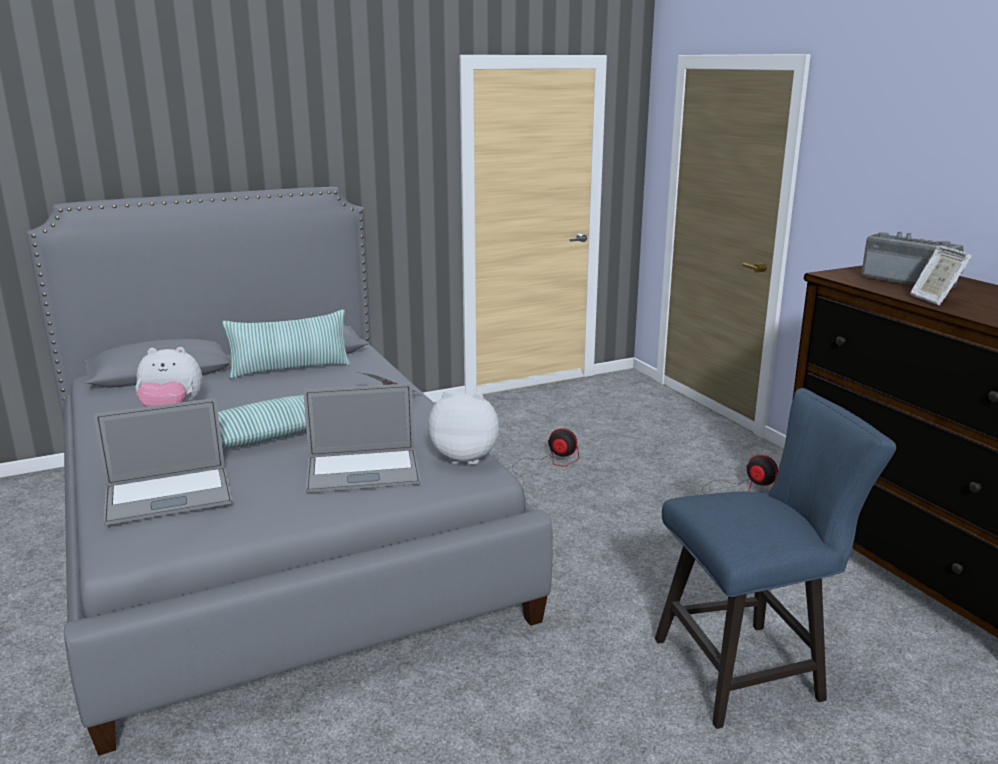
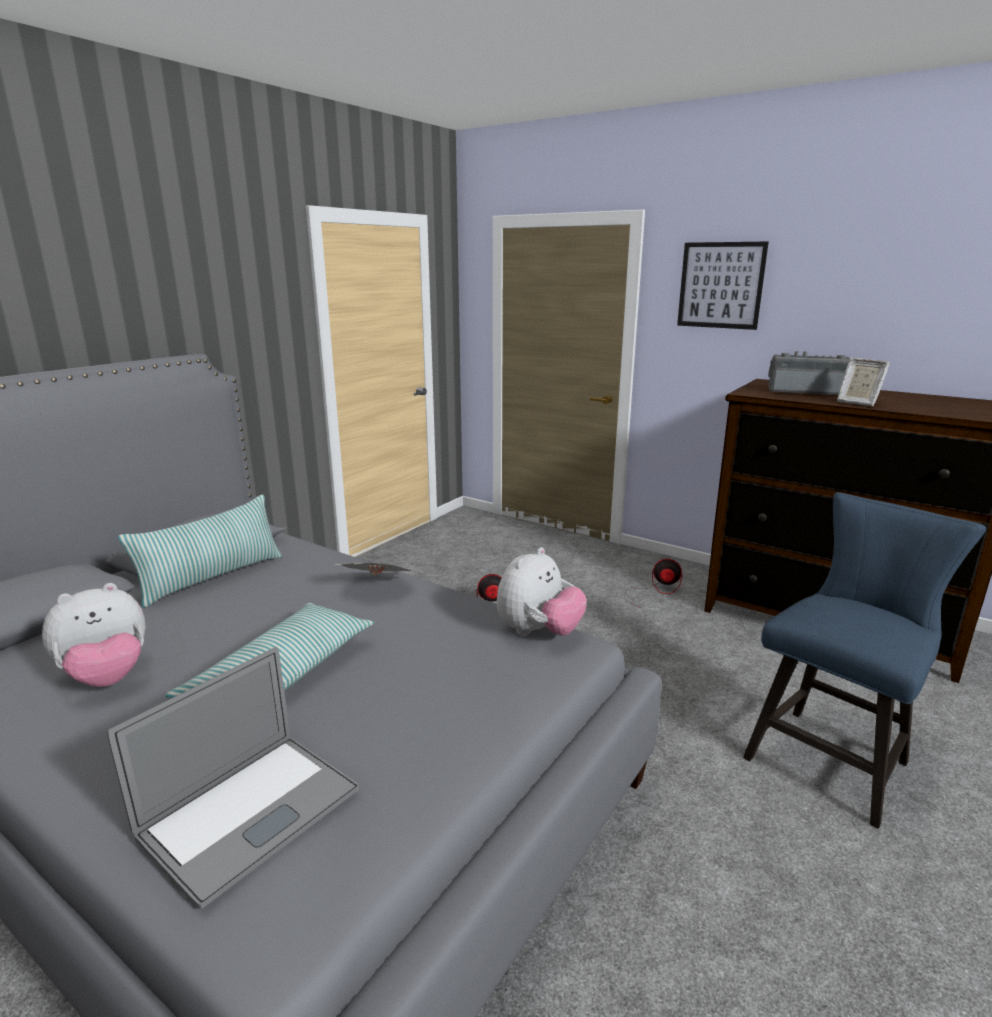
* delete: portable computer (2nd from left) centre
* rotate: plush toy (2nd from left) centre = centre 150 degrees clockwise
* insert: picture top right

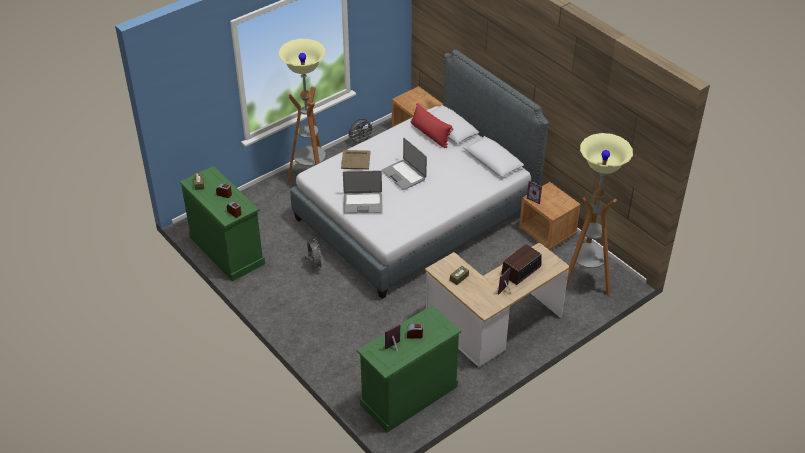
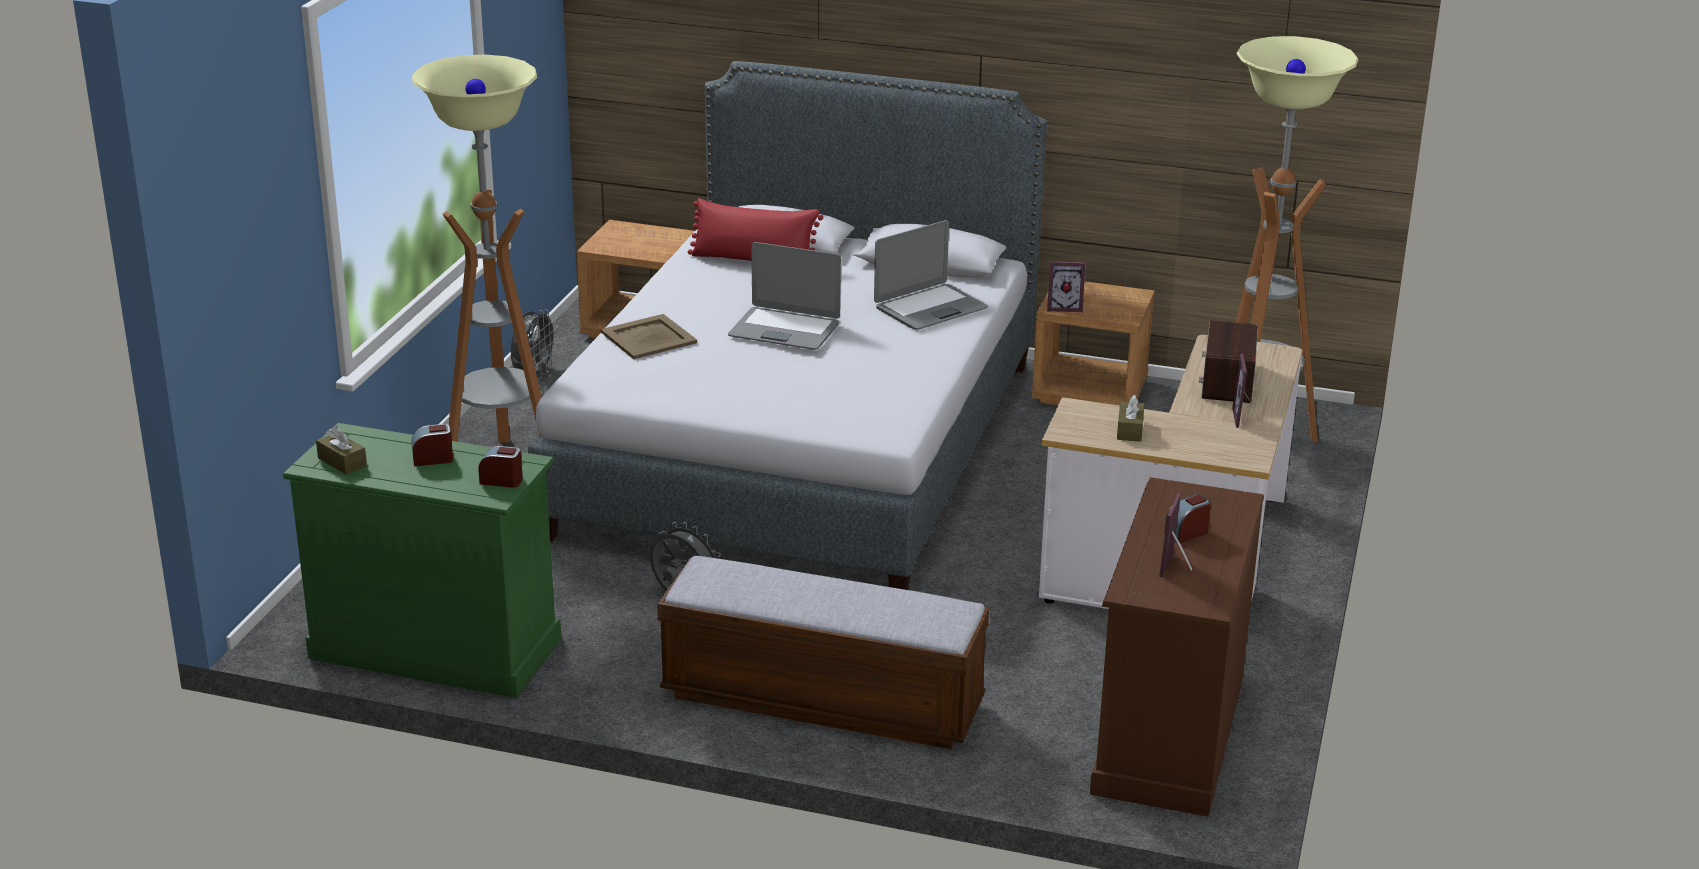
* move: portable computer (1st from left in the first image) centre to portable computer (2nd from left) top centre
* recolor: chest of drawers (green-coloured) (2nd from left) bottom centre to chest of drawers (brownish) bottom right
* insert: long seat bottom centre

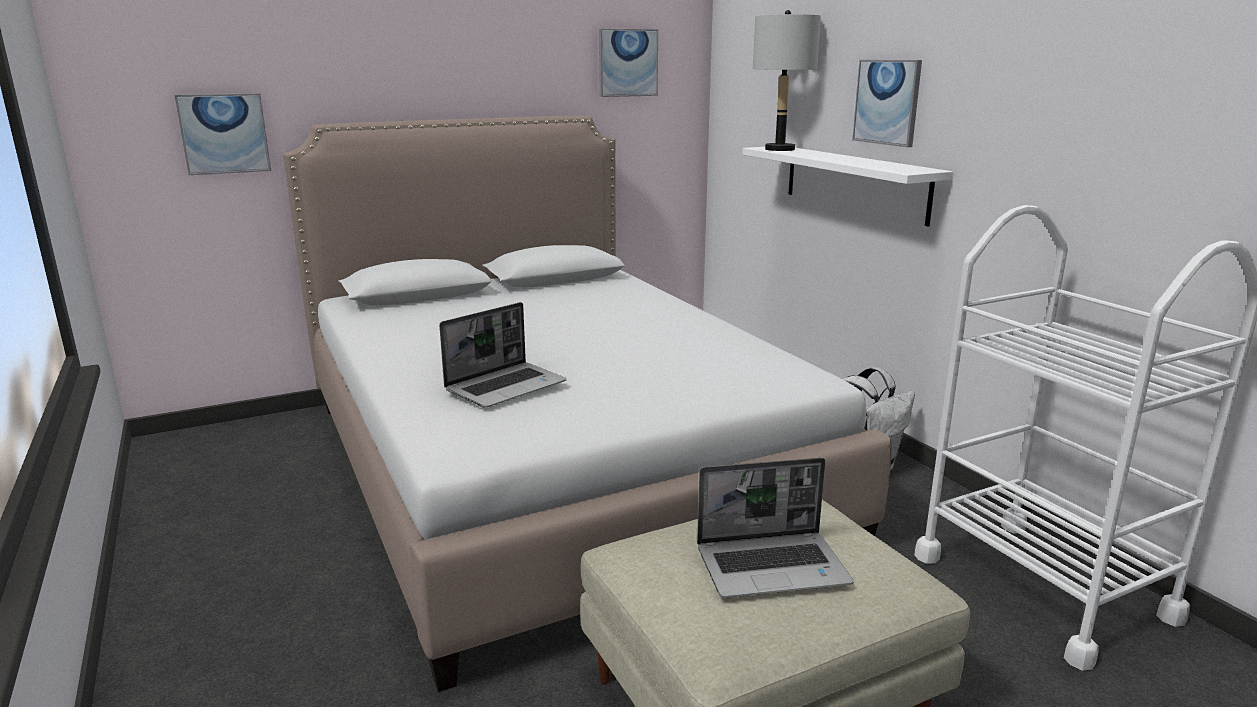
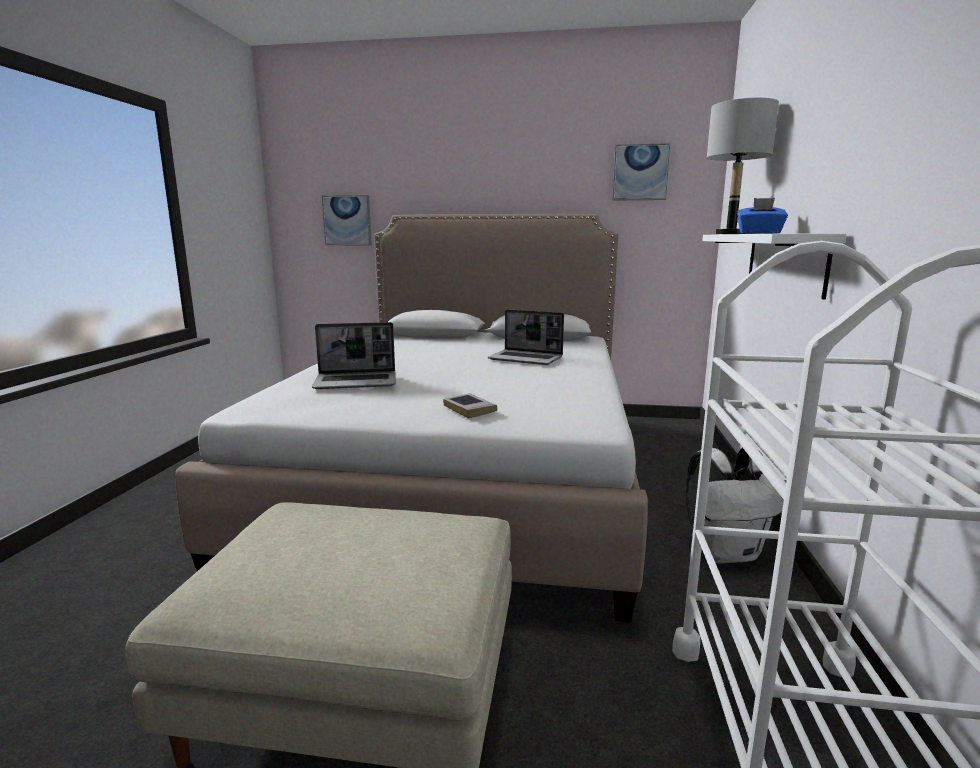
* move: portable computer (2nd from left) bottom centre to centre
* delete: picture (3rd from left) top right
* insert: bound book centre
* insert: box of tissues (bluish) top right

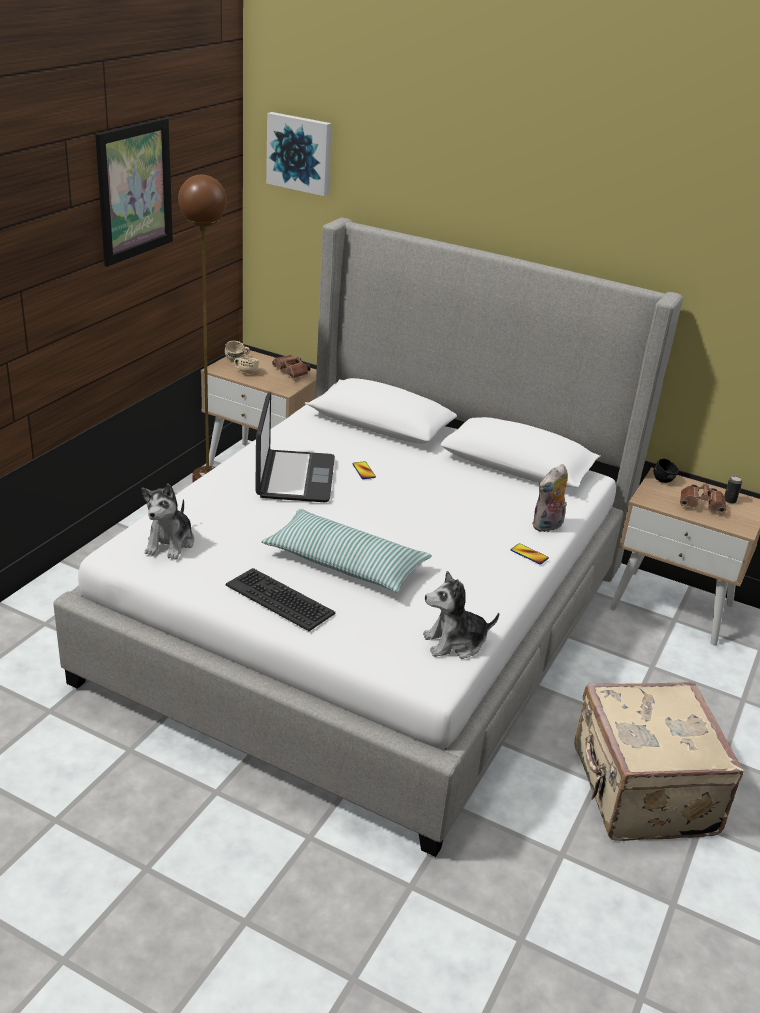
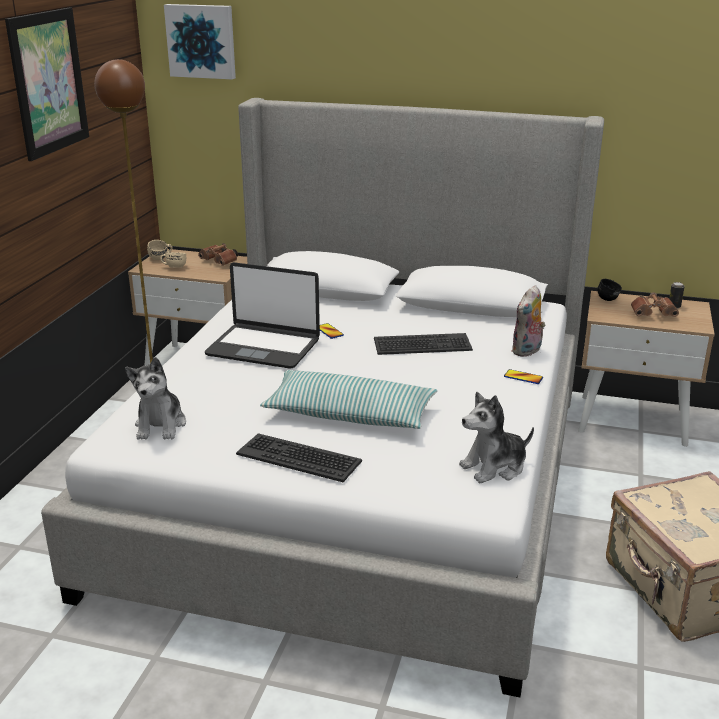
* rotate: portable computer centre = centre 120 degrees clockwise
* insert: computer keyboard (2nd from left) centre

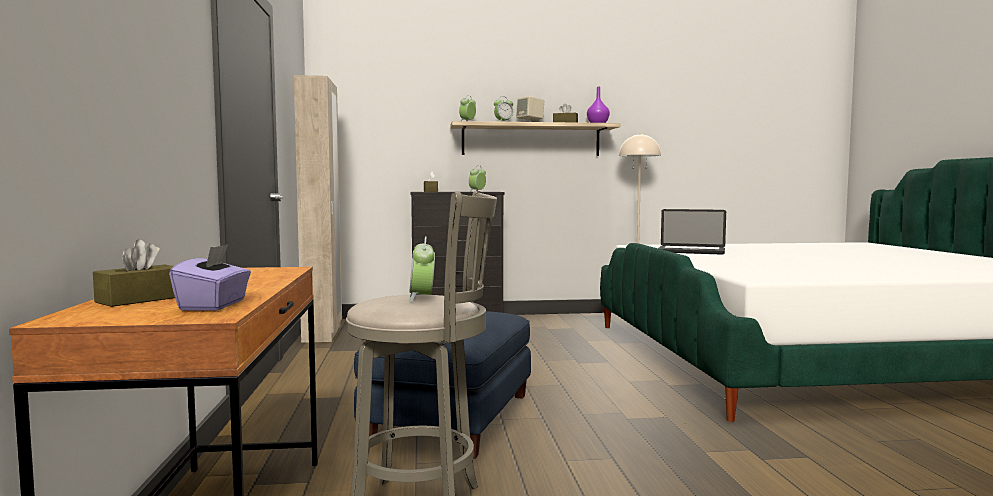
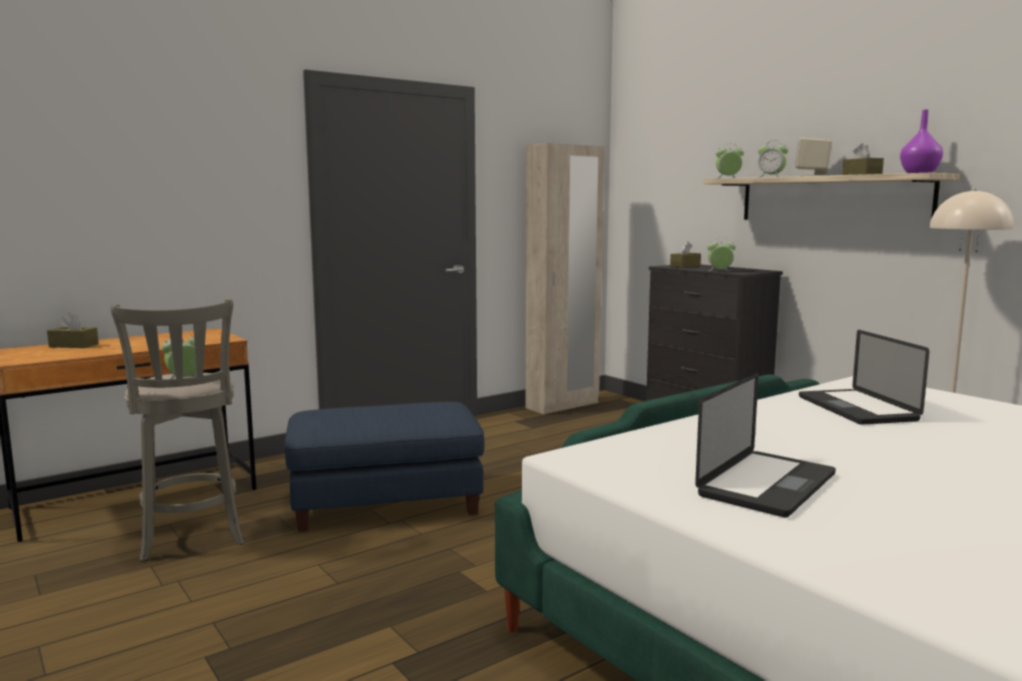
* delete: box of tissues (purple-coloured) middle left
* insert: portable computer (1st from left) middle right

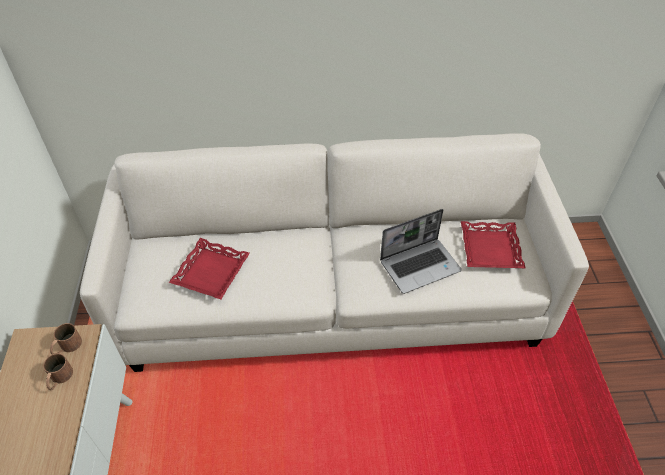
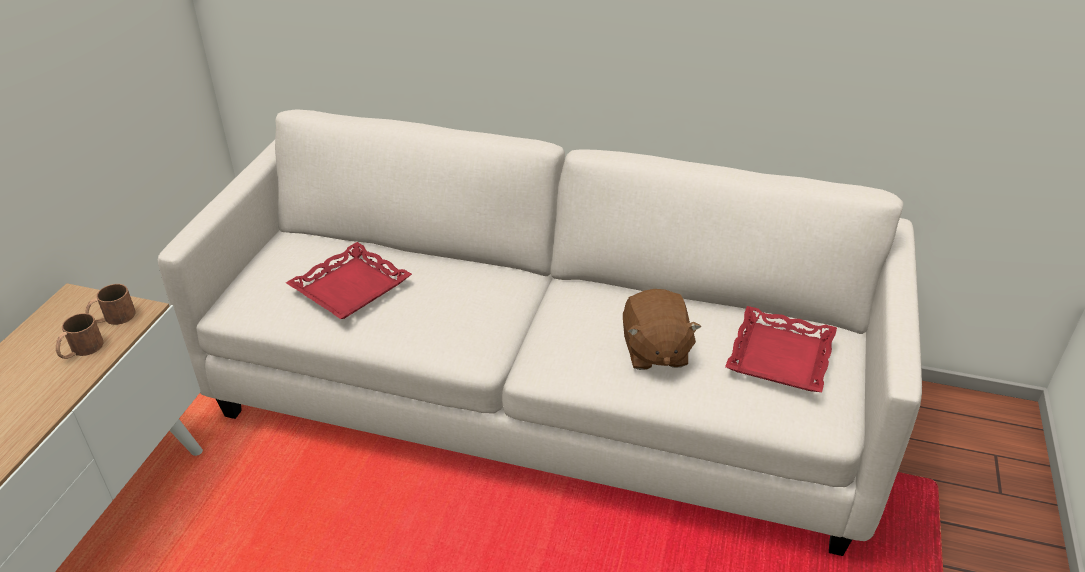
* replace: portable computer centre to plush toy (brownish) centre

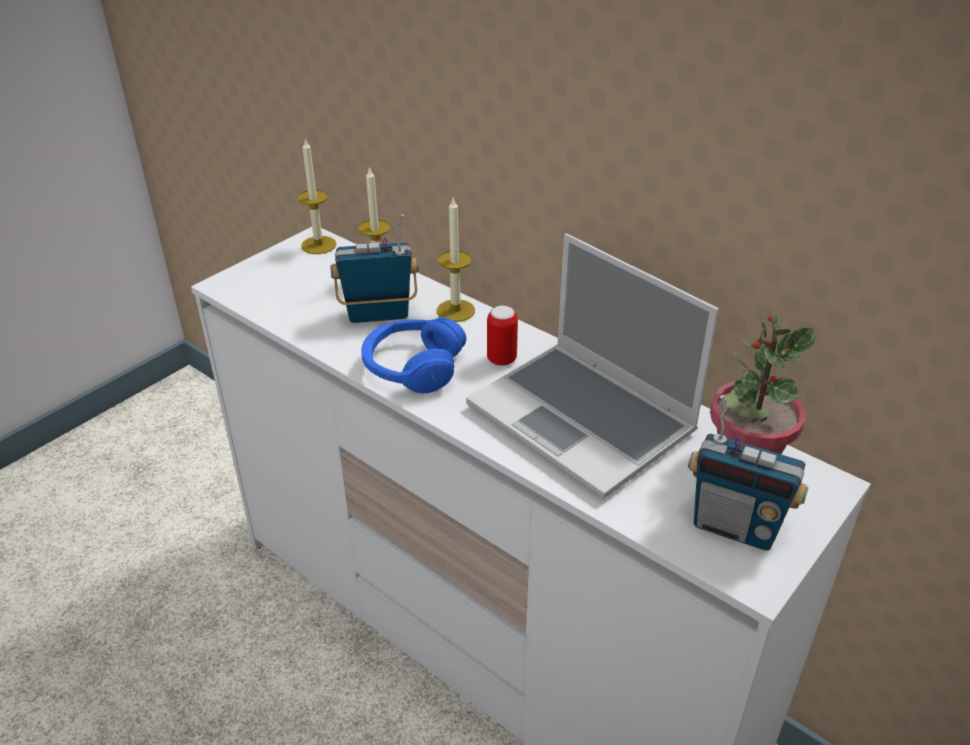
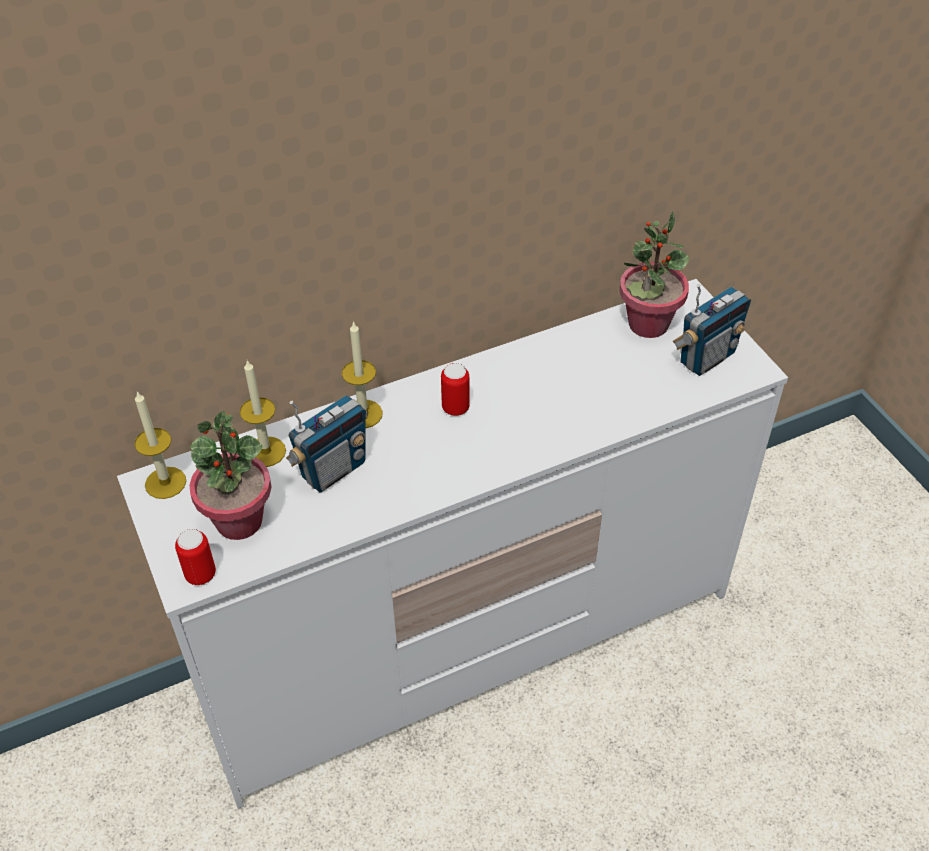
* rotate: radio receiver (1st from left) centre = centre 150 degrees counterclockwise
* delete: pair of headphones (bluish) centre
* delete: portable computer centre
* insert: sealed can (1st from left) middle left
* insert: houseplant (1st from left) middle left

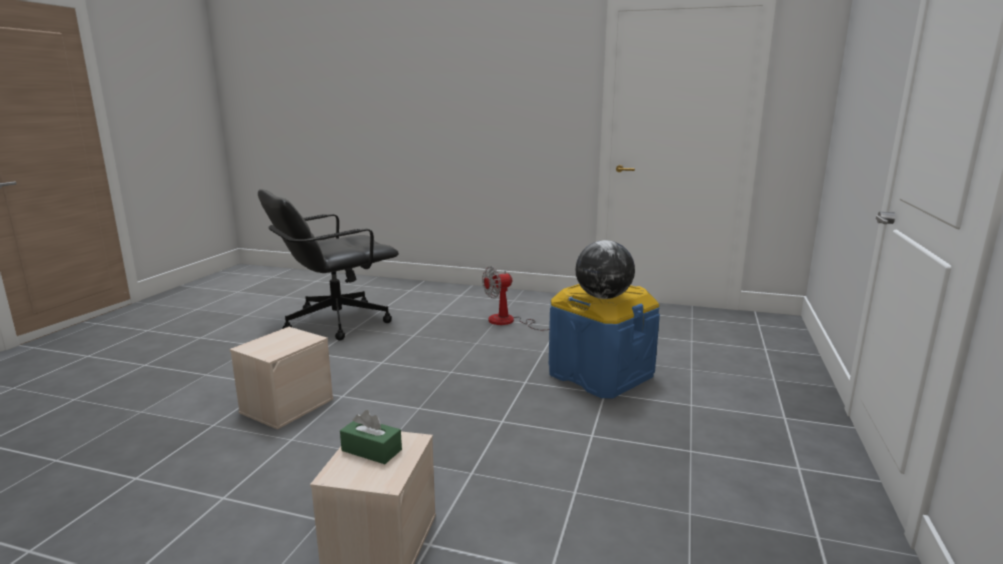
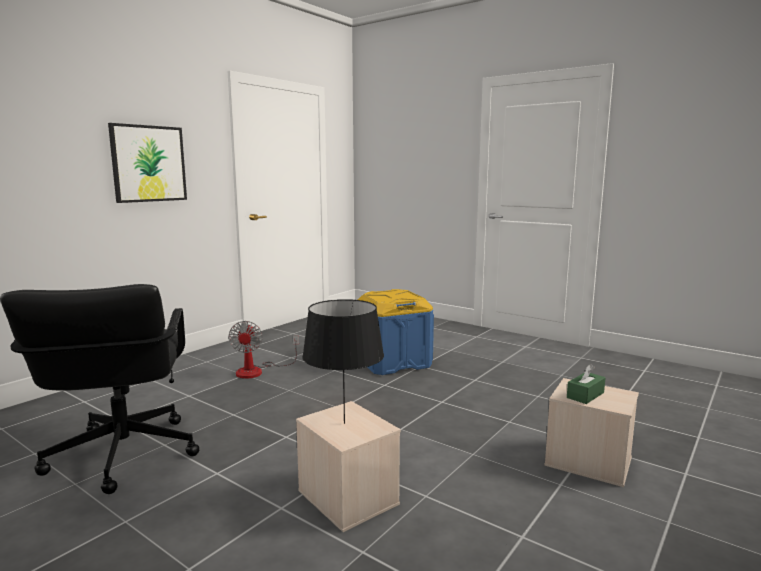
* delete: desk globe centre
* insert: picture top left
* insert: tabletop lamp (black-coloured) centre

